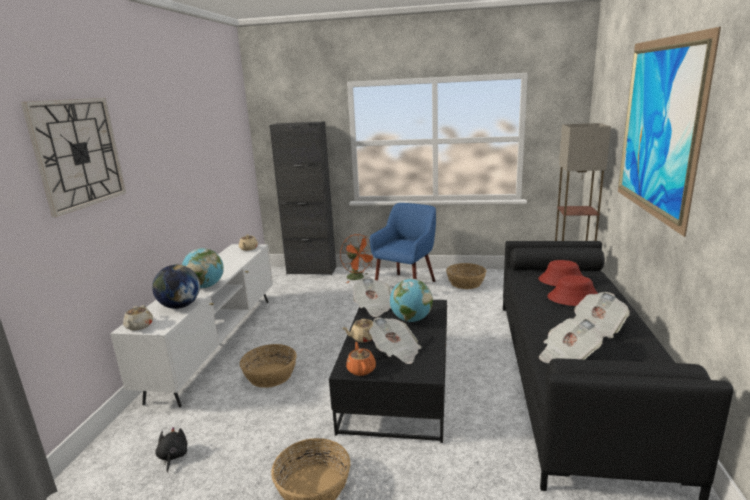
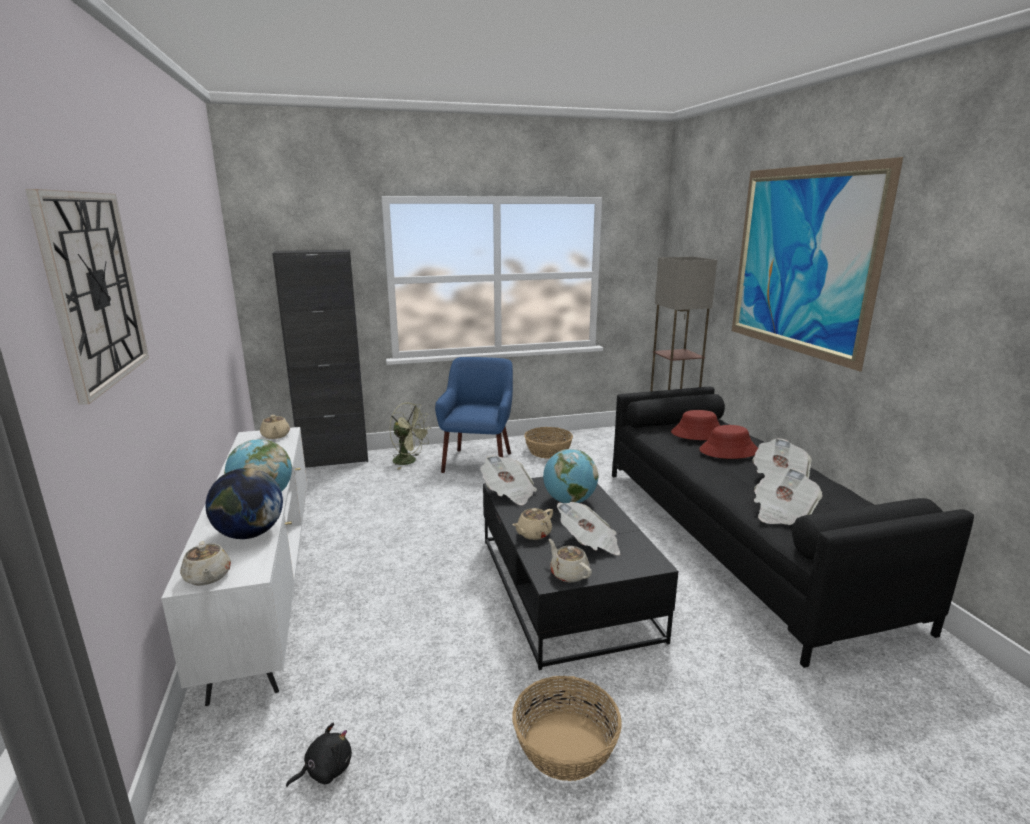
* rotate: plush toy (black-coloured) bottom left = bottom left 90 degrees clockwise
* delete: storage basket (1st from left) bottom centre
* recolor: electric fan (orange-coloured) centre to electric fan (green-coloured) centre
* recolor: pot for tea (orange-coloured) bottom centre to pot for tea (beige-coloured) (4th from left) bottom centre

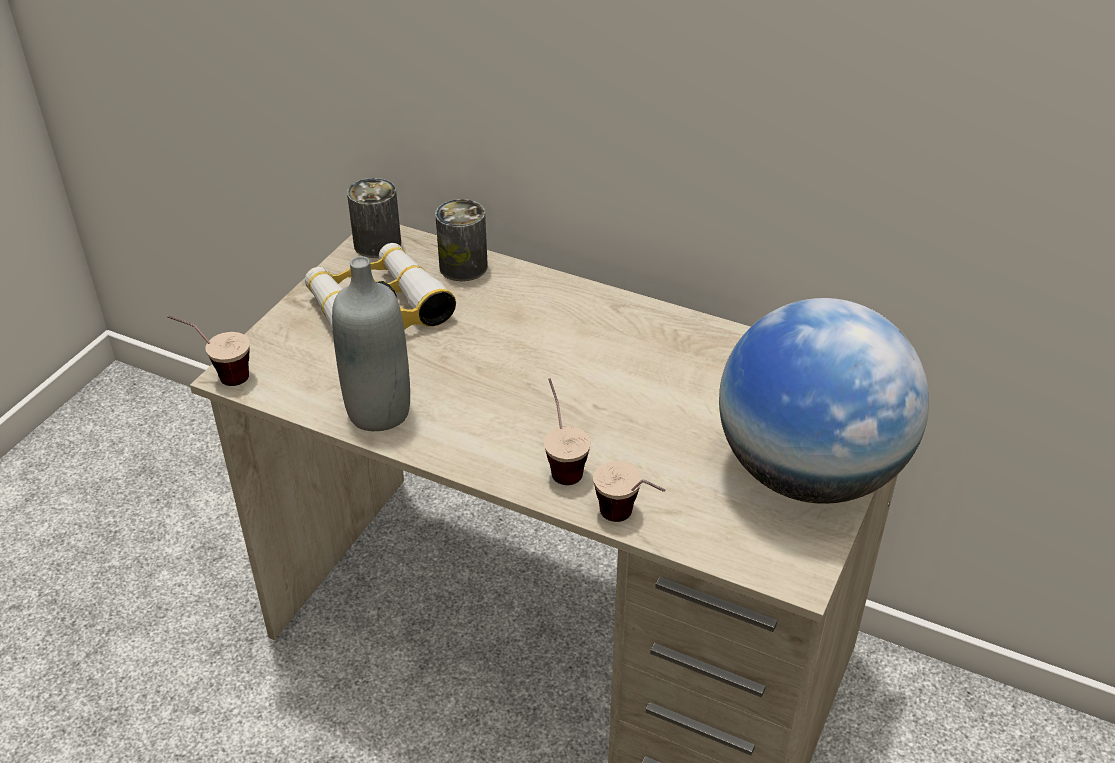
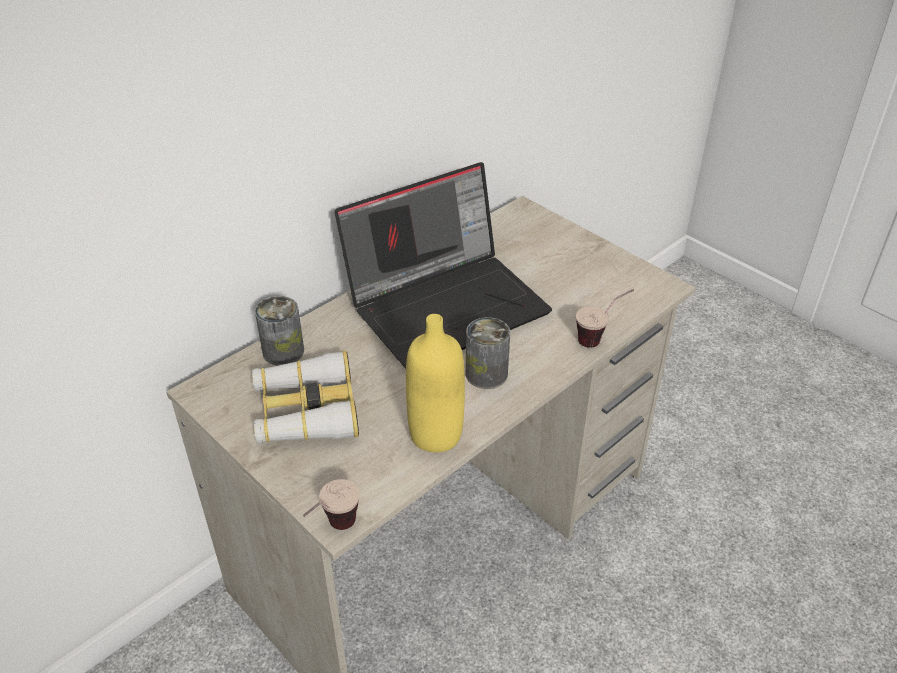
* recolor: drink bottle (gray) middle left to drink bottle (yellow) centre
* move: sealed can (1st from left in the first image) top centre to sealed can (2nd from left) centre
* delete: cup (2nd from left) centre
* delete: desk globe middle right
* insert: portable computer centre

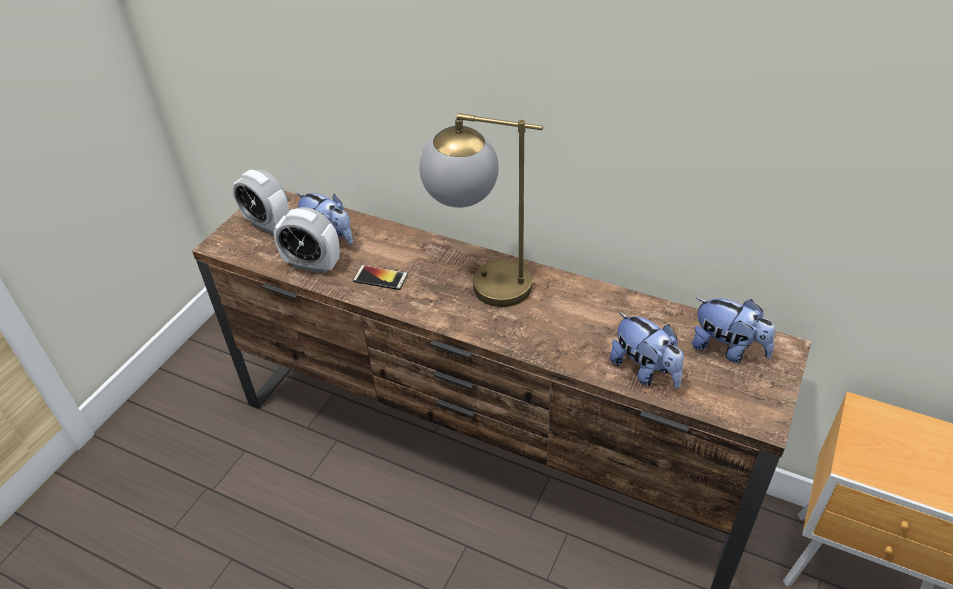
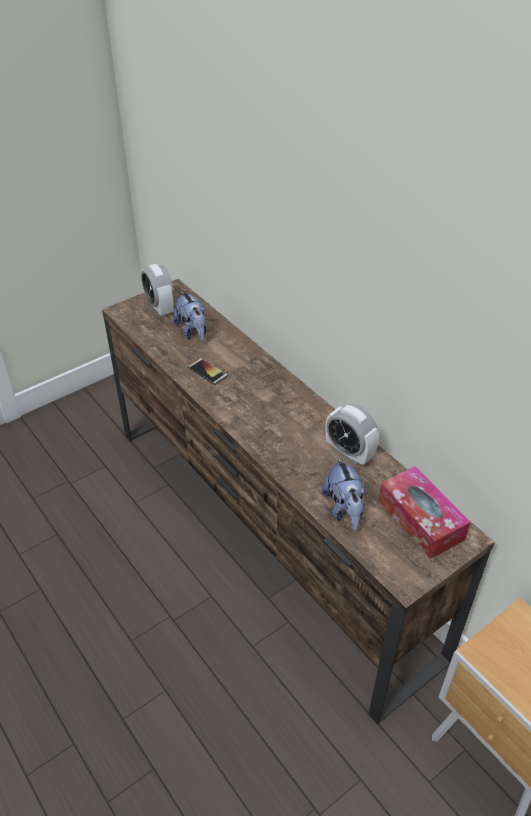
* move: bedside clock (2nd from left) middle left to centre
* delete: tabletop lamp centre
* replace: plush toy (3rd from left) middle right to box of tissues middle right

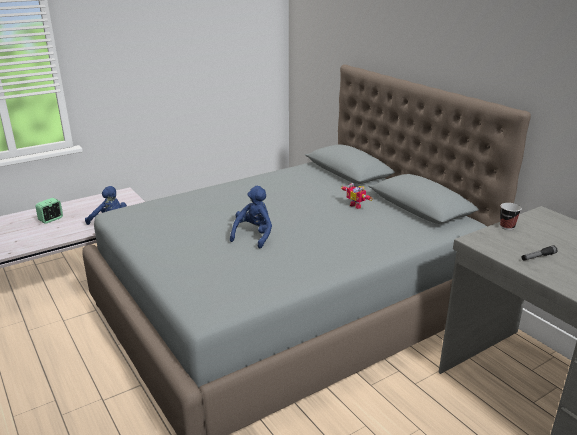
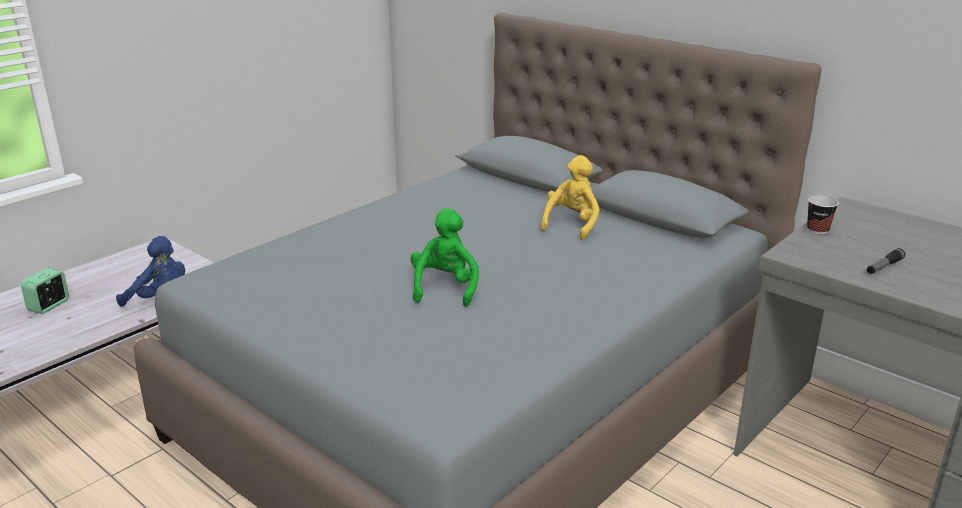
* recolor: plush toy (bluish) (2nd from left) centre to plush toy (green-coloured) centre
* replace: robot figure centre to plush toy (yellow) centre

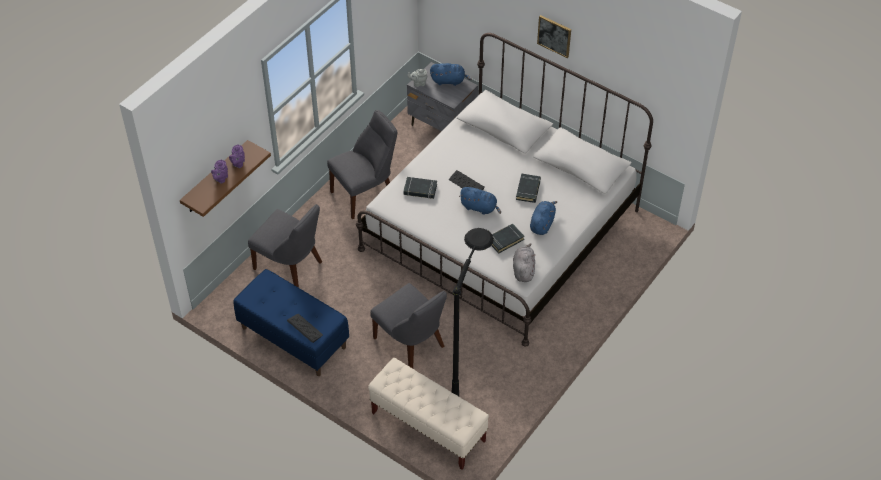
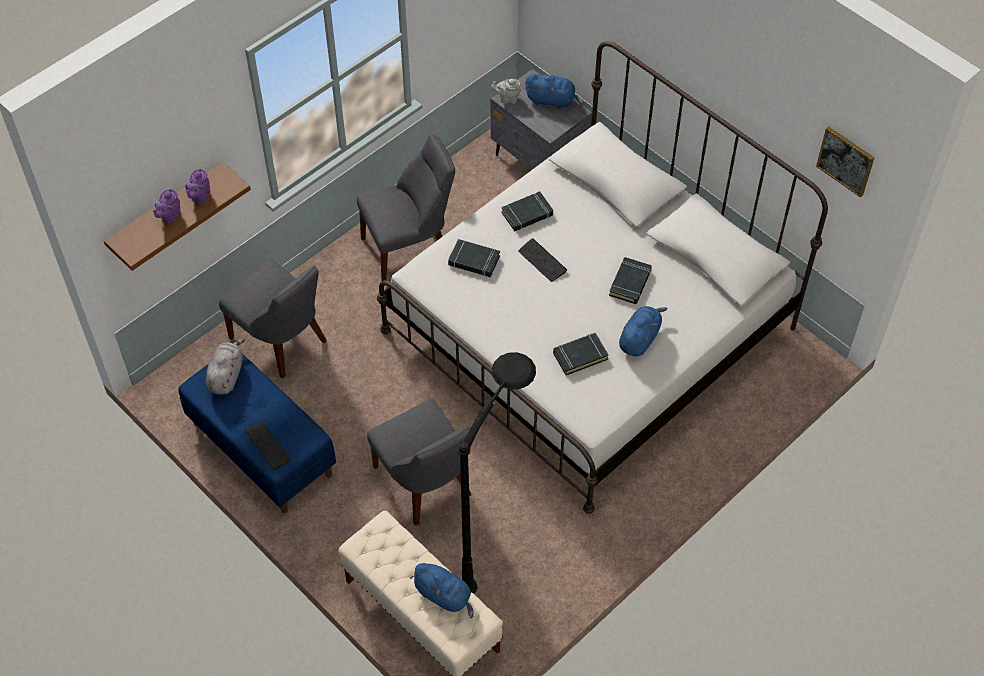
* move: plush toy (bluish) (2nd from left in the first image) centre to plush toy (bluish) (1st from left) bottom centre
* move: plush toy (gray) centre to middle left
* move: picture top centre to top right
* insert: bound book (black-coloured) (2nd from left) top centre

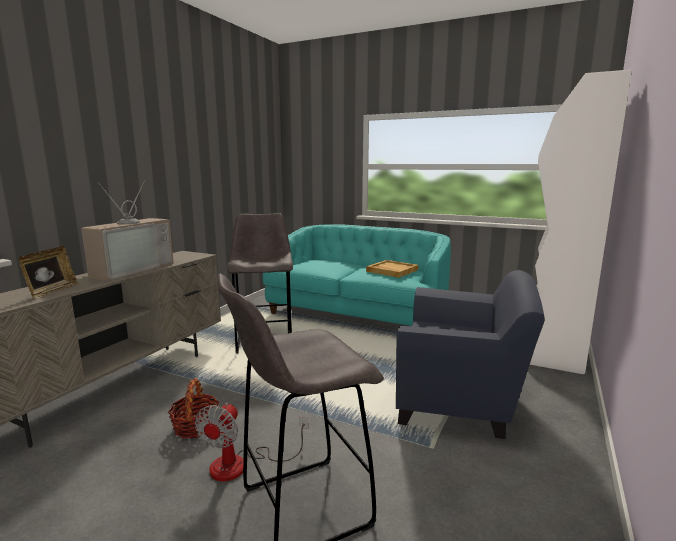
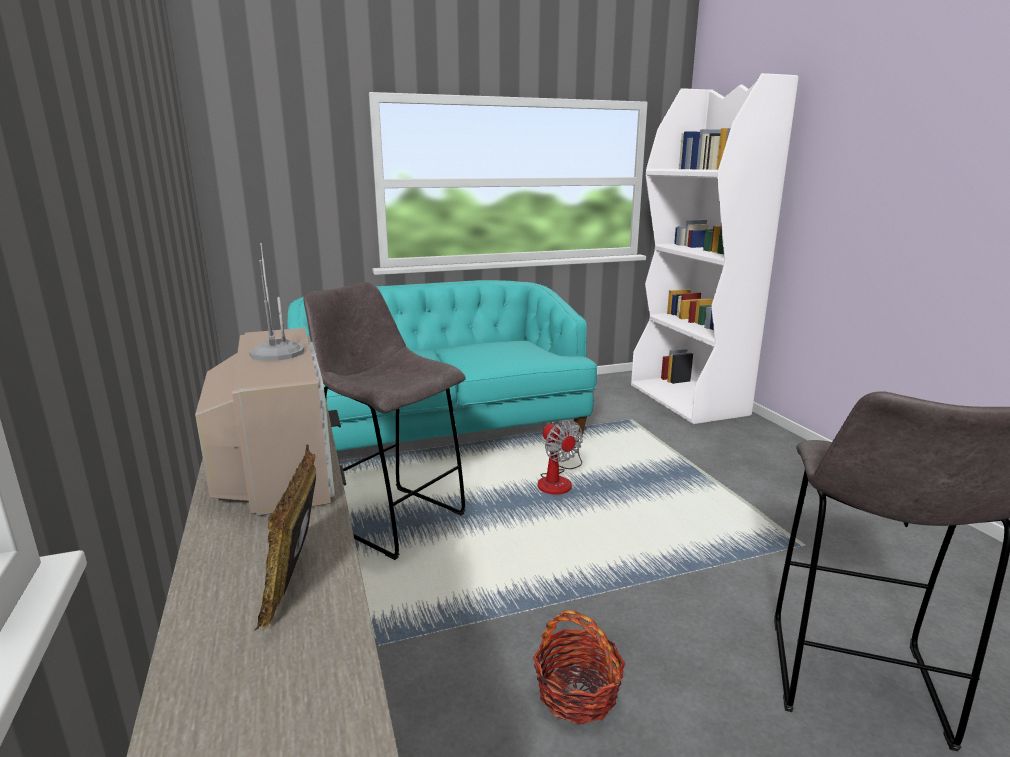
* rotate: picture frame middle left = bottom left 150 degrees counterclockwise
* move: electric fan bottom centre to centre
* delete: serving tray (beige-coloured) centre
* delete: easy chair (bluish) middle right

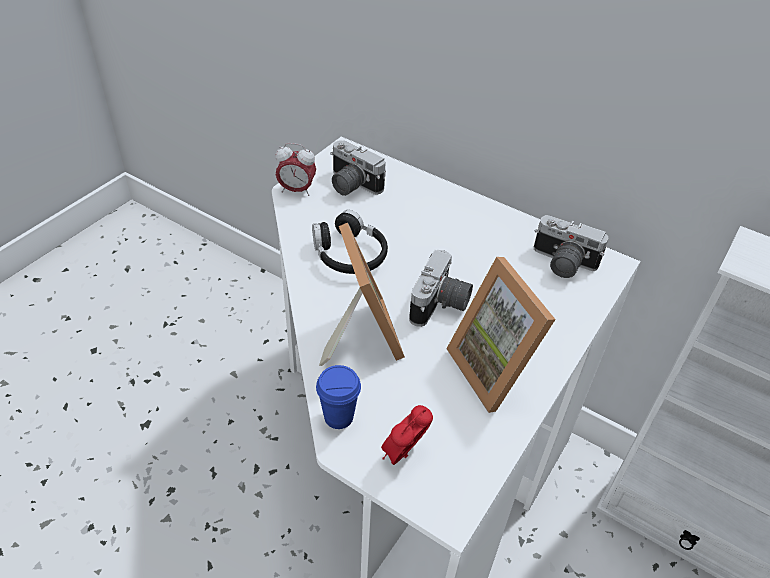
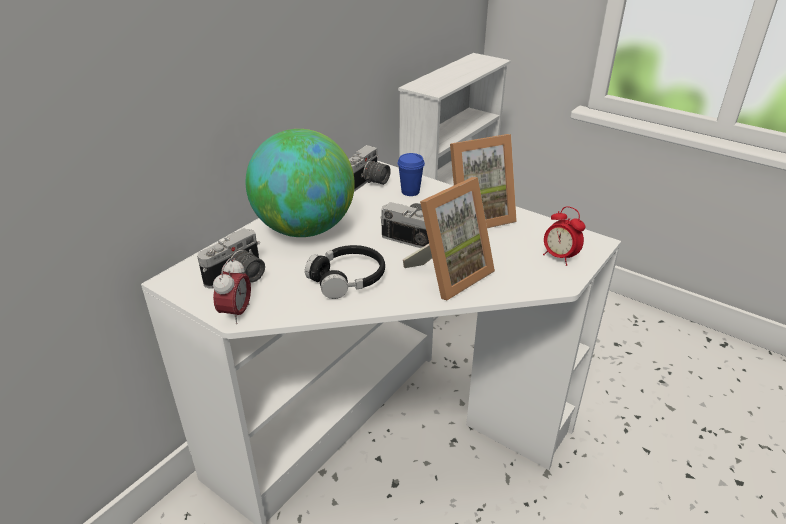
* move: cup (bluish) bottom centre to top centre
* rotate: picture frame (1st from left) centre = centre 150 degrees clockwise
* insert: desk globe centre

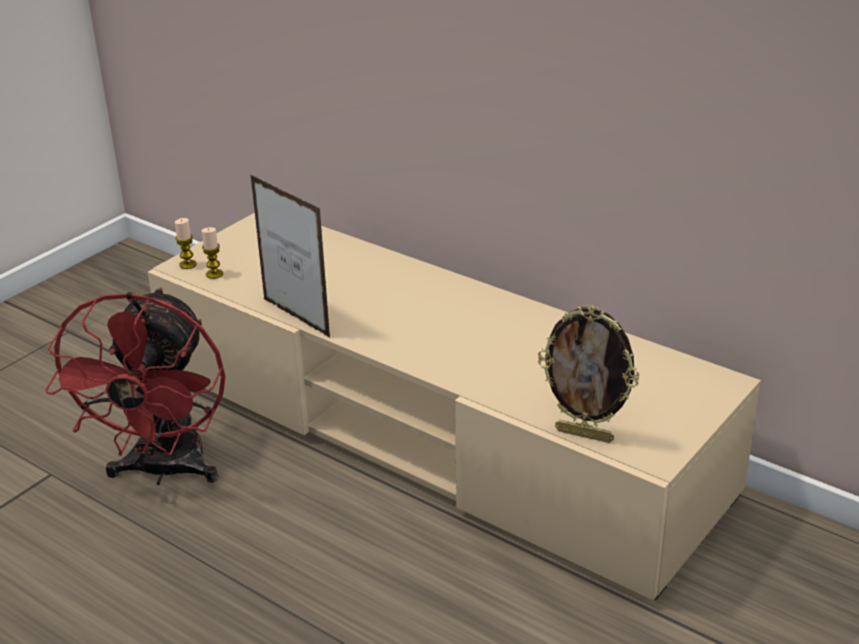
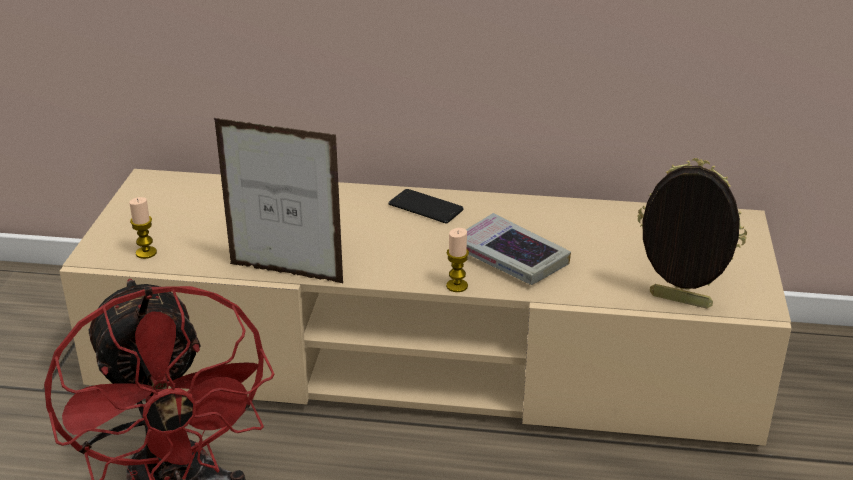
* move: candle (1st from left in the first image) middle left to candle (2nd from left) centre
* rotate: picture frame (2nd from left) middle right = middle right 150 degrees counterclockwise
* insert: telephone centre
* insert: bound book centre

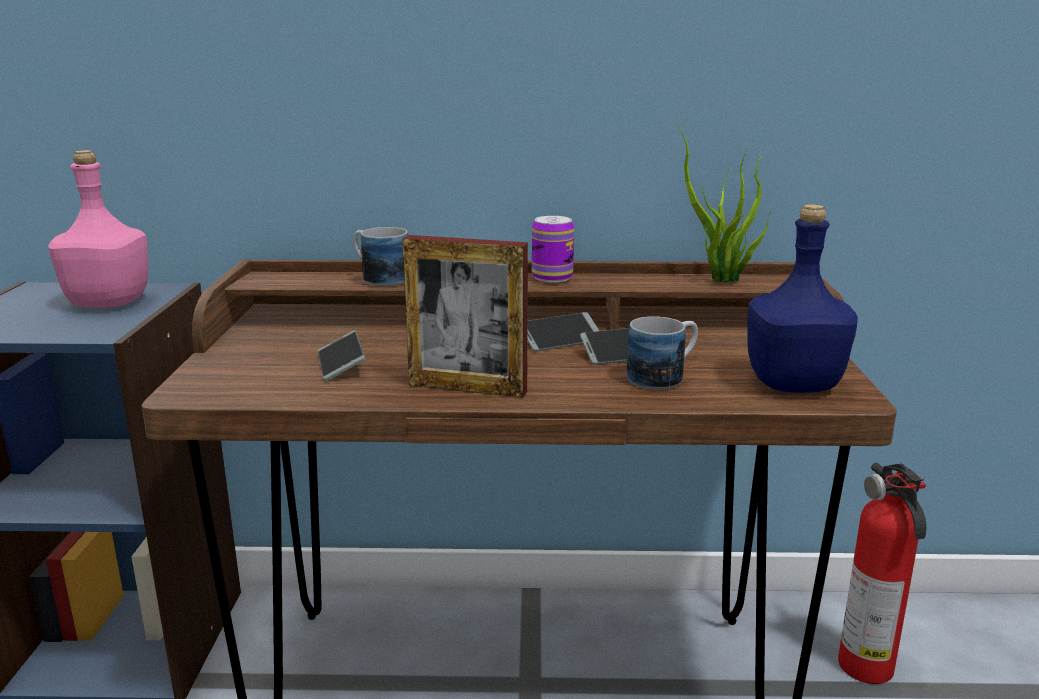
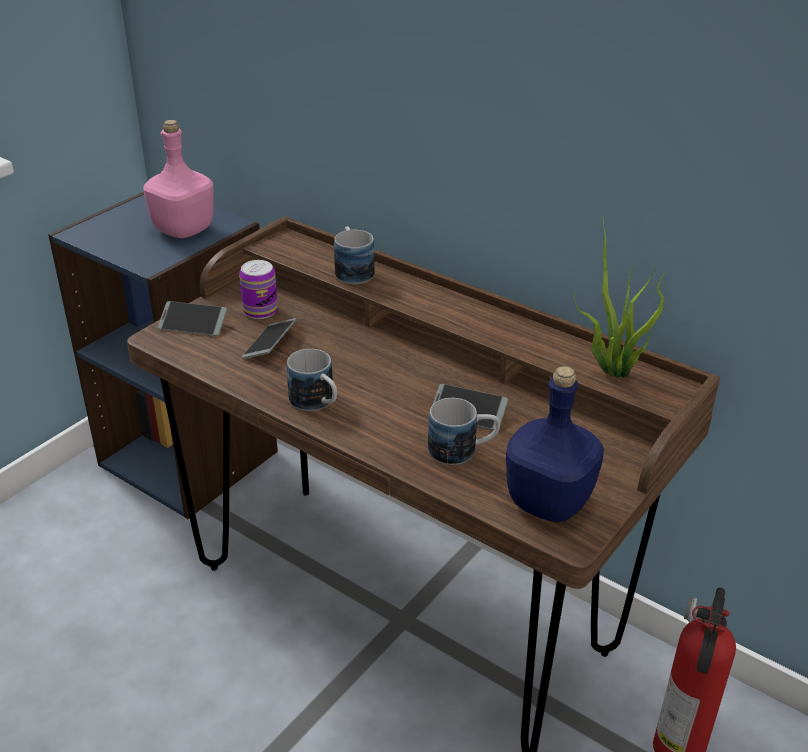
* replace: picture frame centre to tea mug (1st from left) centre
* move: telephone (2nd from left in the first image) centre to telephone (1st from left) middle left
* move: sealed can centre to middle left

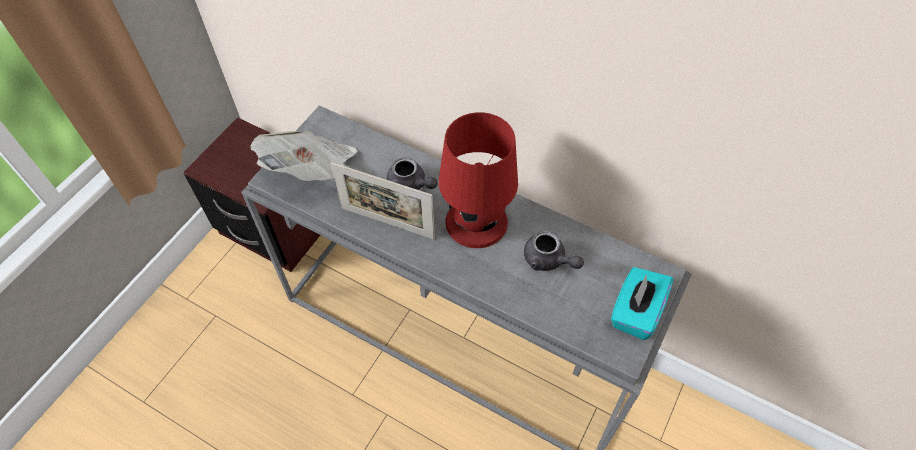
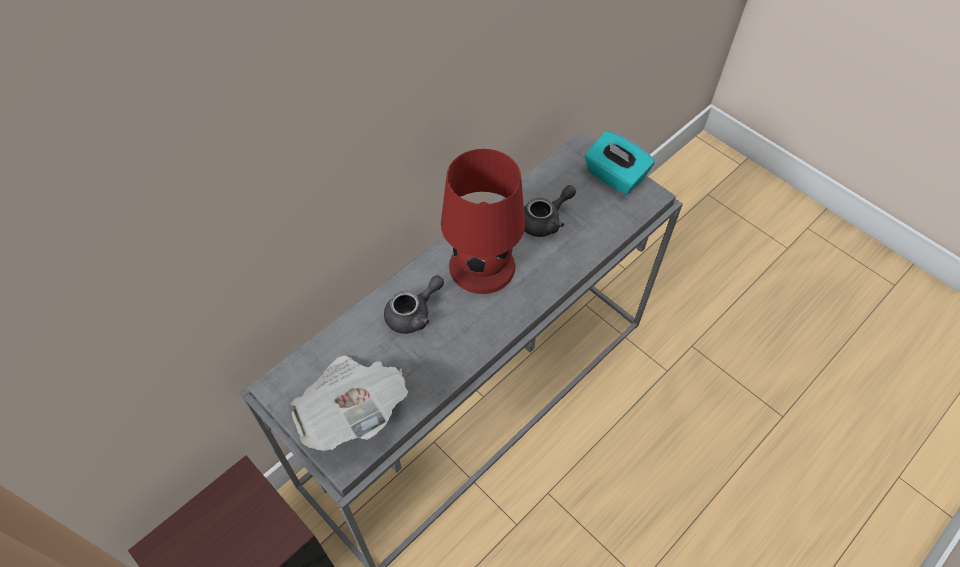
* delete: picture frame centre

